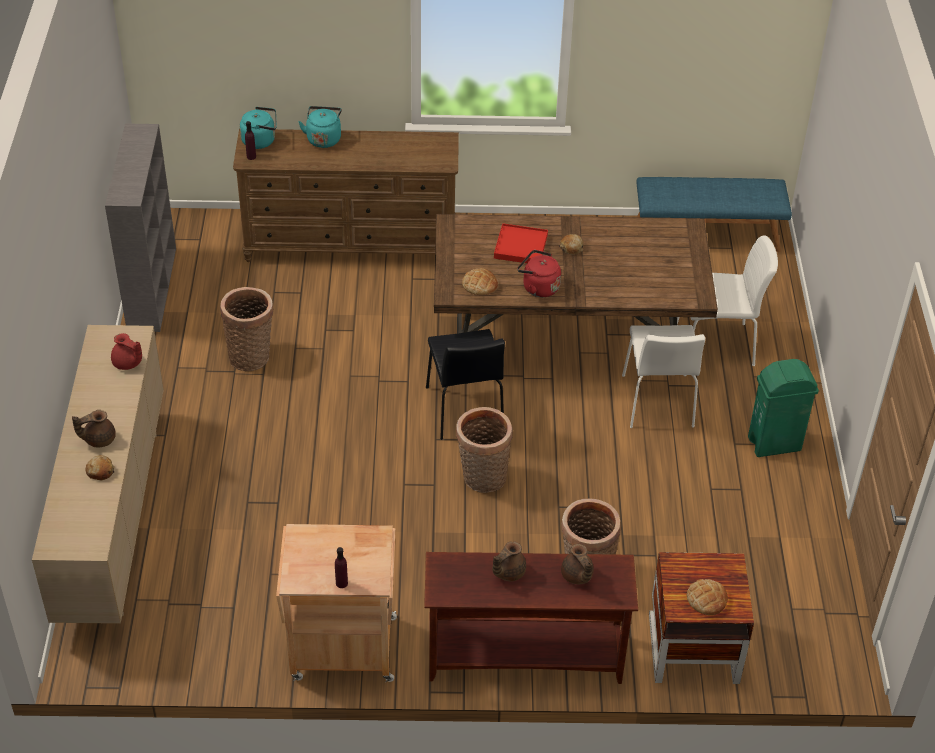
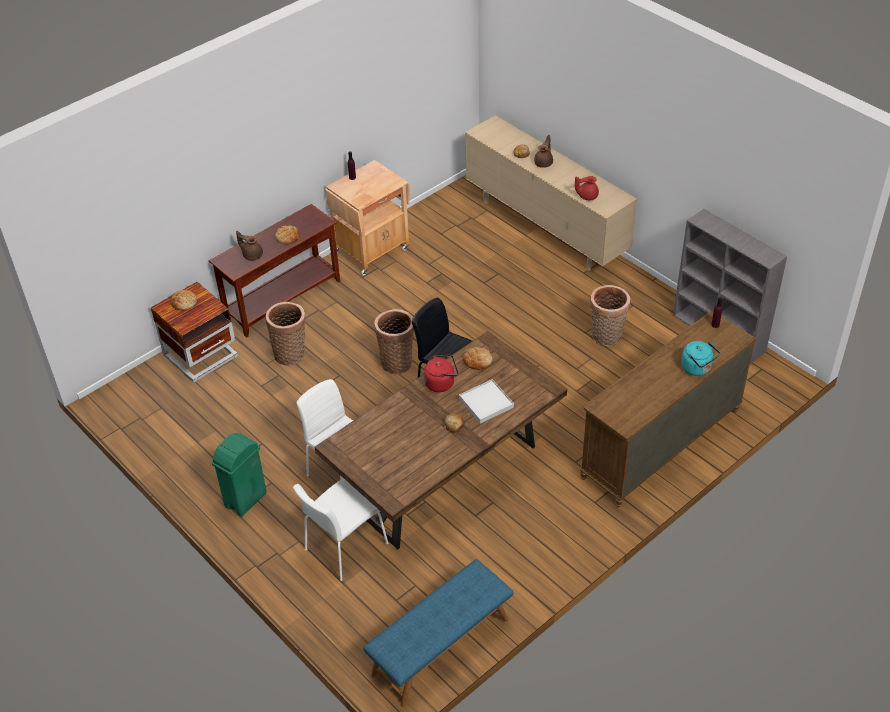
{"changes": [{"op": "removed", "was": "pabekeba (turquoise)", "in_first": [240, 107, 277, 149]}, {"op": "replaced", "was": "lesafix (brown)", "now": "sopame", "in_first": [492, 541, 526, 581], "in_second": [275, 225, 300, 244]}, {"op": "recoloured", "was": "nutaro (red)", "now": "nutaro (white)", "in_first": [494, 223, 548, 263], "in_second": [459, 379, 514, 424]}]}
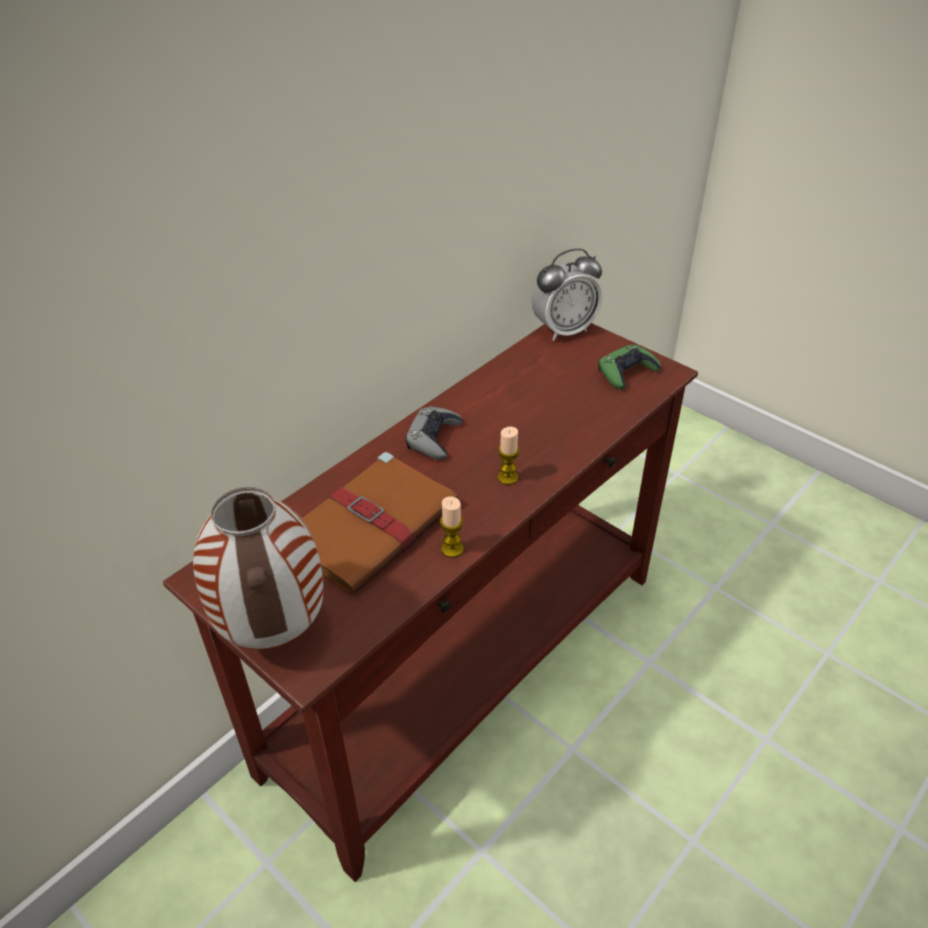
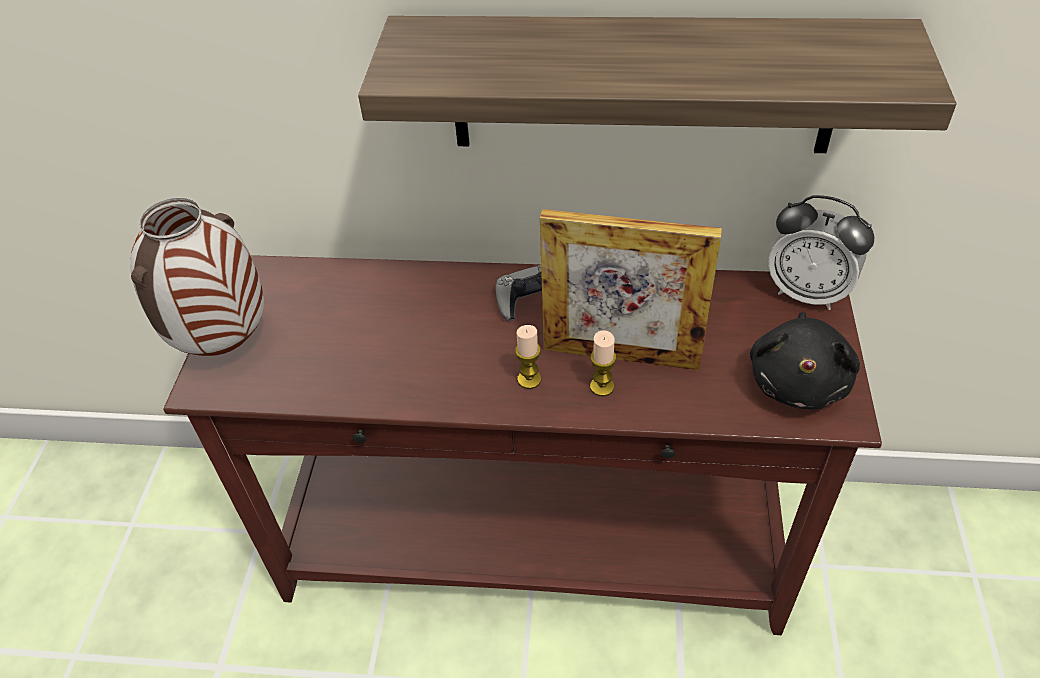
{"changes": [{"op": "removed", "was": "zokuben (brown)", "in_first": [302, 452, 459, 595]}, {"op": "added", "now": "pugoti", "in_second": [358, 16, 956, 153]}, {"op": "added", "now": "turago", "in_second": [540, 209, 722, 370]}, {"op": "moved", "was": "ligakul", "in_first": [440, 496, 464, 558], "in_second": [590, 330, 616, 396]}, {"op": "replaced", "was": "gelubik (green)", "now": "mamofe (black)", "in_first": [598, 345, 661, 390], "in_second": [750, 312, 860, 409]}]}
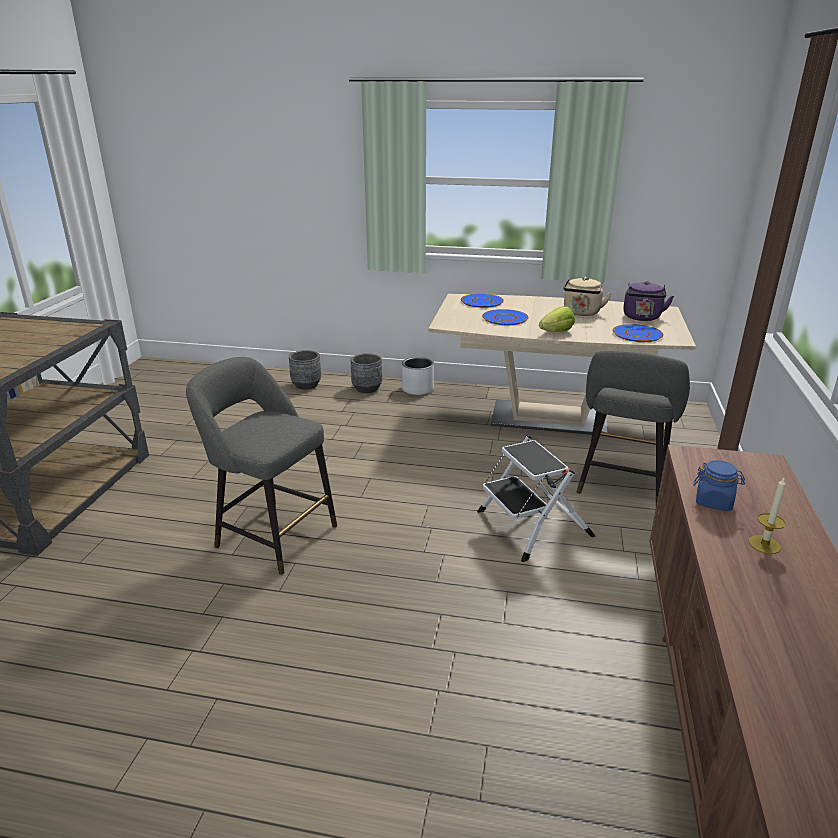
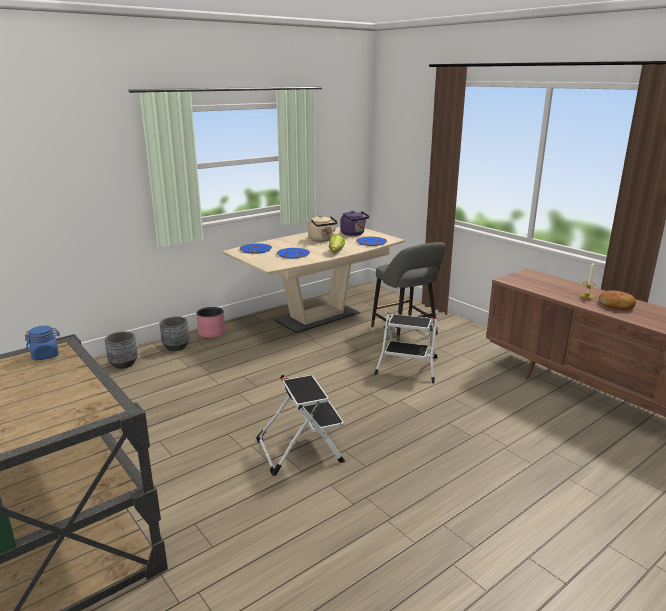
{"changes": [{"op": "added", "now": "sopame", "in_second": [599, 290, 636, 310]}, {"op": "moved", "was": "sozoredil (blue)", "in_first": [693, 460, 745, 511], "in_second": [25, 326, 60, 360]}, {"op": "replaced", "was": "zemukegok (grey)", "now": "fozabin", "in_first": [186, 357, 337, 575], "in_second": [256, 375, 345, 476]}, {"op": "recoloured", "was": "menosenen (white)", "now": "menosenen (pink)", "in_first": [402, 357, 434, 395], "in_second": [197, 307, 225, 338]}]}
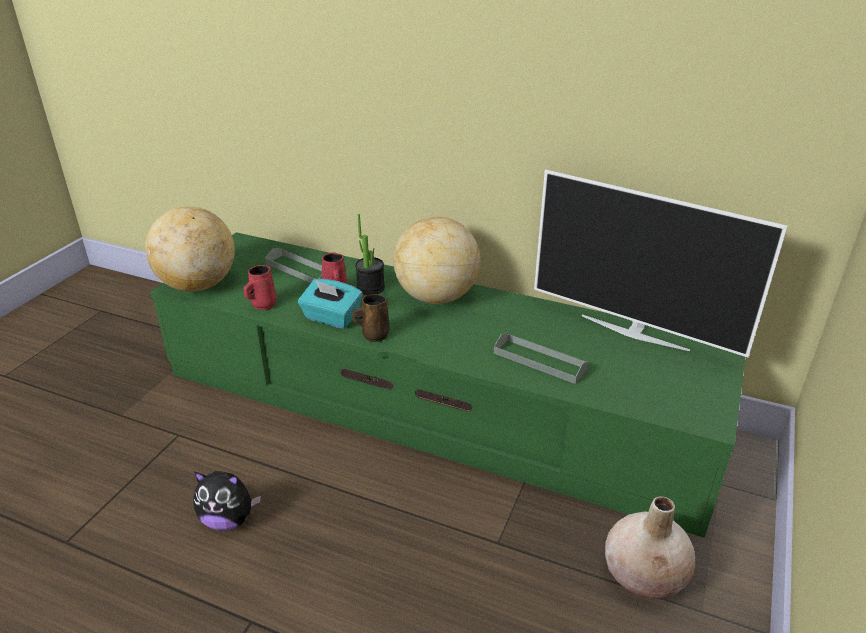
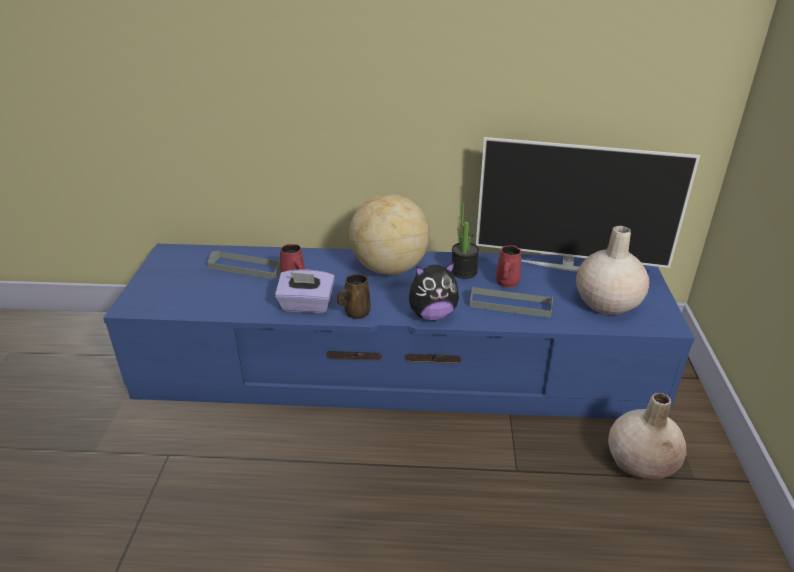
{"changes": [{"op": "removed", "was": "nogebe", "in_first": [145, 206, 235, 292]}, {"op": "added", "now": "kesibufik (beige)", "in_second": [576, 226, 649, 315]}, {"op": "moved", "was": "mamofe", "in_first": [193, 471, 261, 531], "in_second": [409, 262, 459, 320]}, {"op": "moved", "was": "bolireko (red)", "in_first": [244, 265, 277, 310], "in_second": [496, 245, 522, 288]}, {"op": "moved", "was": "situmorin", "in_first": [355, 214, 385, 295], "in_second": [452, 203, 479, 279]}, {"op": "recoloured", "was": "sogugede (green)", "now": "sogugede (blue)", "in_first": [150, 232, 745, 538], "in_second": [103, 244, 695, 419]}, {"op": "recoloured", "was": "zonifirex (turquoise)", "now": "zonifirex (purple)", "in_first": [298, 279, 363, 329], "in_second": [275, 270, 335, 313]}]}
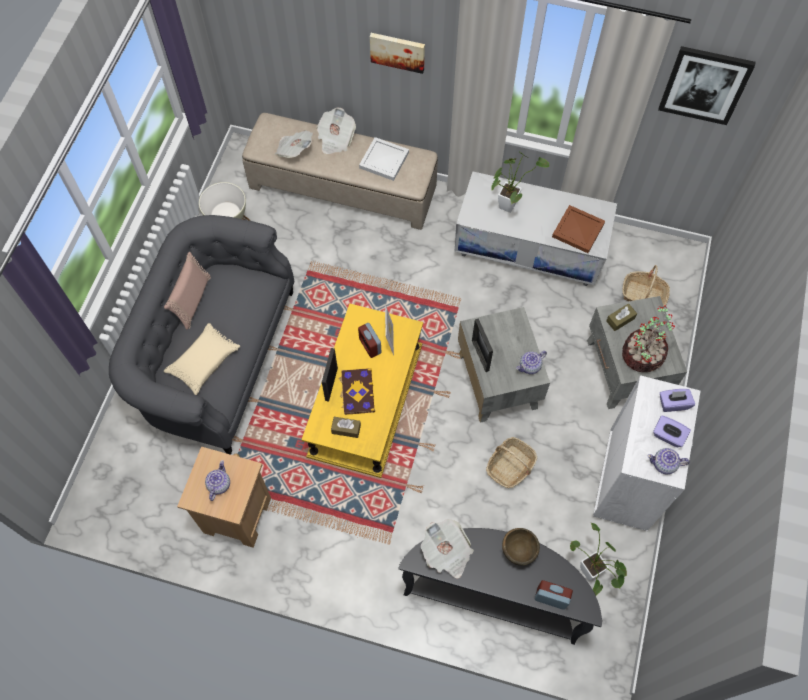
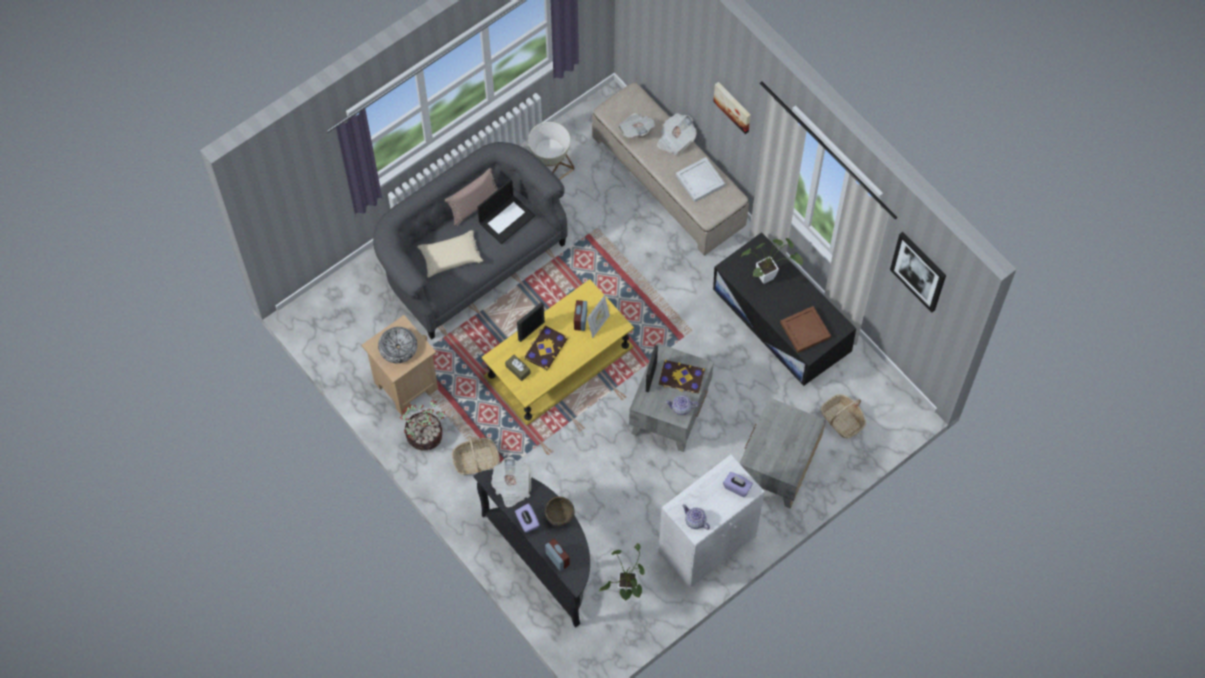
{"changes": [{"op": "removed", "was": "zonifirex (brown)", "in_first": [606, 303, 637, 331]}, {"op": "added", "now": "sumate", "in_second": [477, 179, 535, 244]}, {"op": "added", "now": "zokuben", "in_second": [659, 359, 705, 394]}, {"op": "moved", "was": "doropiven", "in_first": [486, 437, 537, 488], "in_second": [452, 436, 500, 475]}, {"op": "moved", "was": "situmorin", "in_first": [622, 305, 675, 372], "in_second": [400, 400, 445, 451]}, {"op": "moved", "was": "zonifirex (purple)", "in_first": [653, 415, 691, 448], "in_second": [515, 503, 540, 533]}, {"op": "replaced", "was": "lesafix", "now": "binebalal", "in_first": [205, 460, 230, 501], "in_second": [378, 327, 417, 363]}, {"op": "recoloured", "was": "sogugede (white)", "now": "sogugede (black)", "in_first": [455, 171, 617, 286], "in_second": [713, 232, 856, 386]}]}
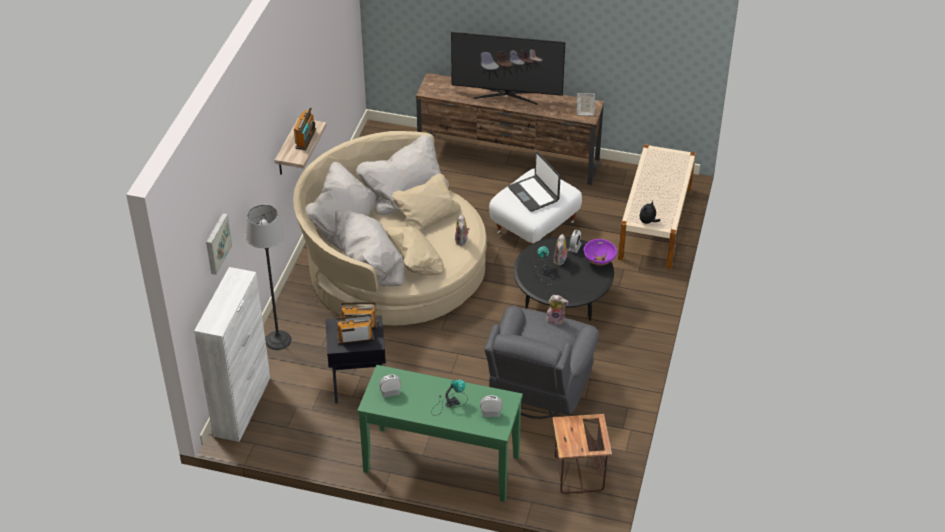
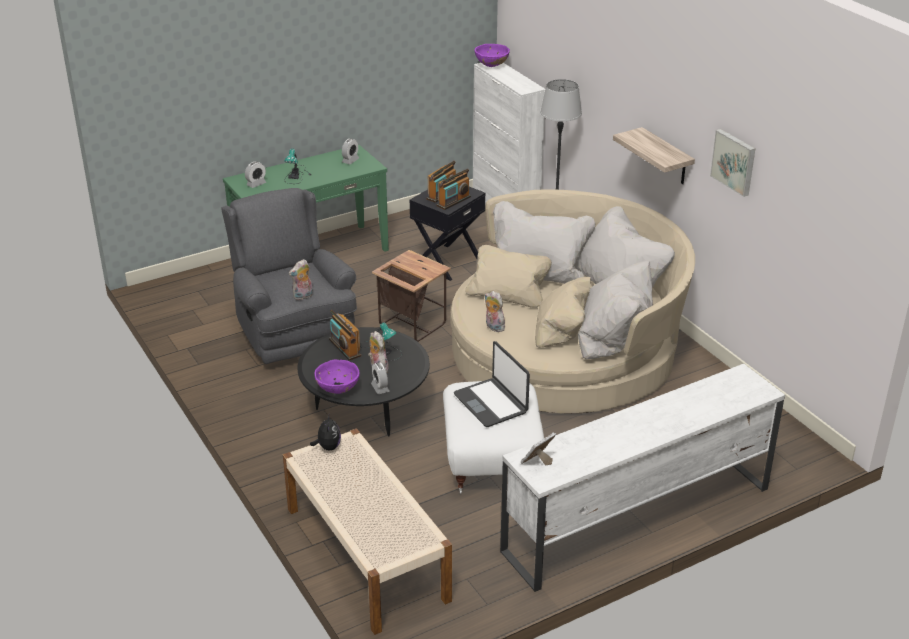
{"changes": [{"op": "removed", "was": "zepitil", "in_first": [451, 32, 565, 105]}, {"op": "added", "now": "binebalal (purple)", "in_second": [474, 44, 510, 67]}, {"op": "moved", "was": "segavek", "in_first": [206, 213, 232, 275], "in_second": [710, 129, 756, 197]}, {"op": "moved", "was": "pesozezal", "in_first": [294, 107, 316, 150], "in_second": [329, 310, 361, 361]}, {"op": "moved", "was": "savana", "in_first": [553, 414, 612, 494], "in_second": [372, 250, 451, 342]}, {"op": "recoloured", "was": "sogugede (brown)", "now": "sogugede (white)", "in_first": [416, 73, 604, 185], "in_second": [500, 364, 785, 592]}, {"op": "turned", "was": "sumate", "in_first": [508, 151, 560, 212], "in_second": [454, 341, 530, 427], "clockwise": -135}]}
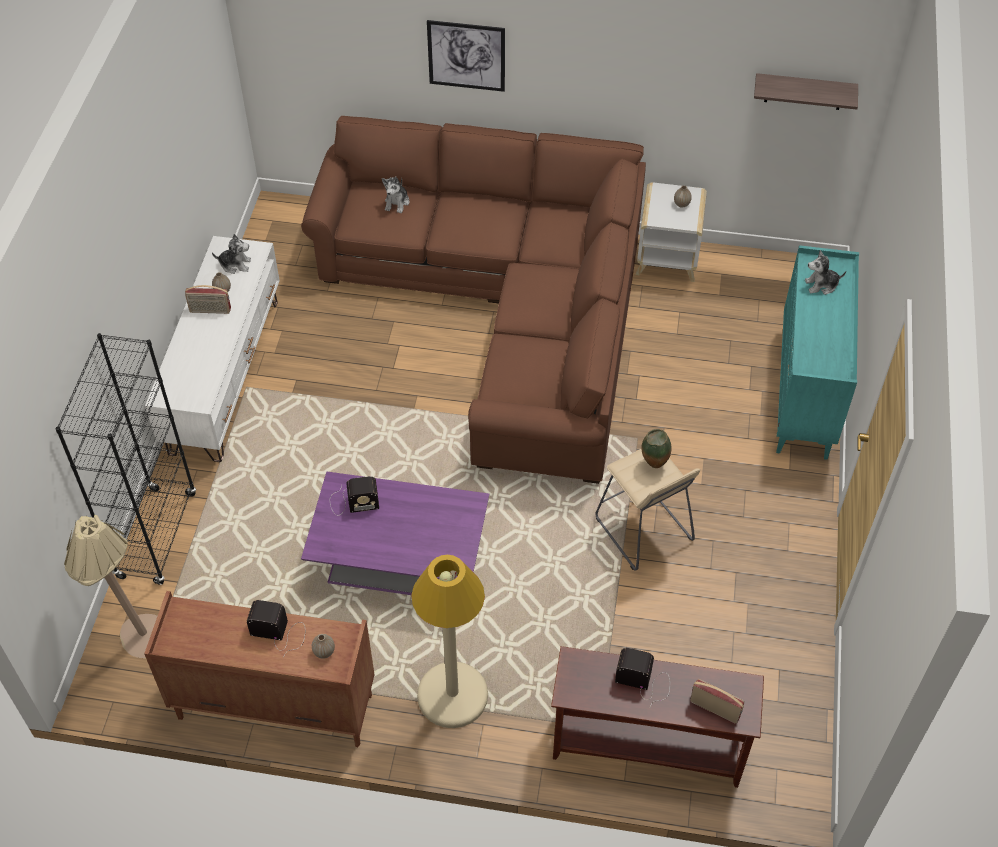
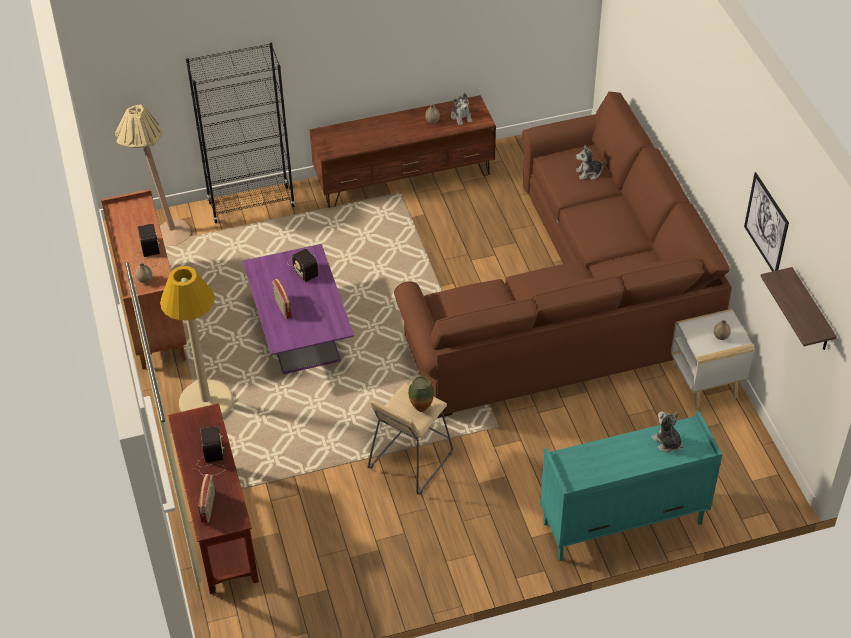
{"changes": [{"op": "moved", "was": "pesozezal", "in_first": [185, 285, 231, 314], "in_second": [272, 279, 292, 319]}, {"op": "moved", "was": "segavek", "in_first": [427, 20, 505, 92], "in_second": [744, 172, 789, 271]}, {"op": "recoloured", "was": "sogugede (white)", "now": "sogugede (brown)", "in_first": [145, 236, 280, 462], "in_second": [309, 95, 496, 208]}]}
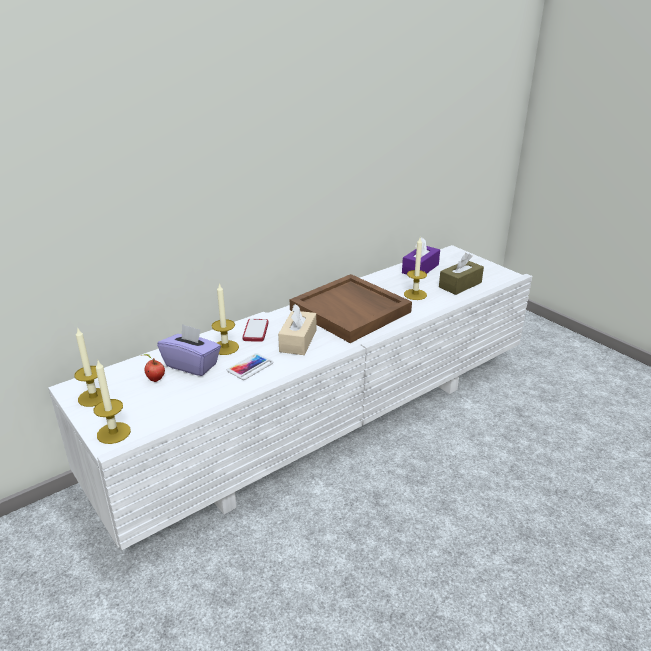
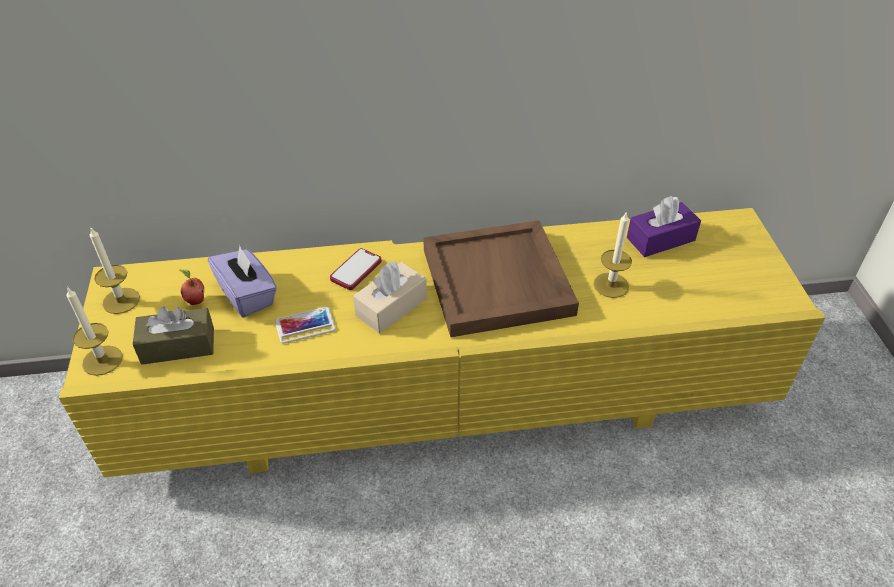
{"changes": [{"op": "removed", "was": "ligakul", "in_first": [212, 283, 239, 355]}, {"op": "moved", "was": "zonifirex (brown)", "in_first": [439, 253, 484, 295], "in_second": [133, 306, 214, 365]}, {"op": "recoloured", "was": "sogugede (white)", "now": "sogugede (yellow)", "in_first": [48, 245, 532, 550], "in_second": [59, 208, 825, 478]}]}
